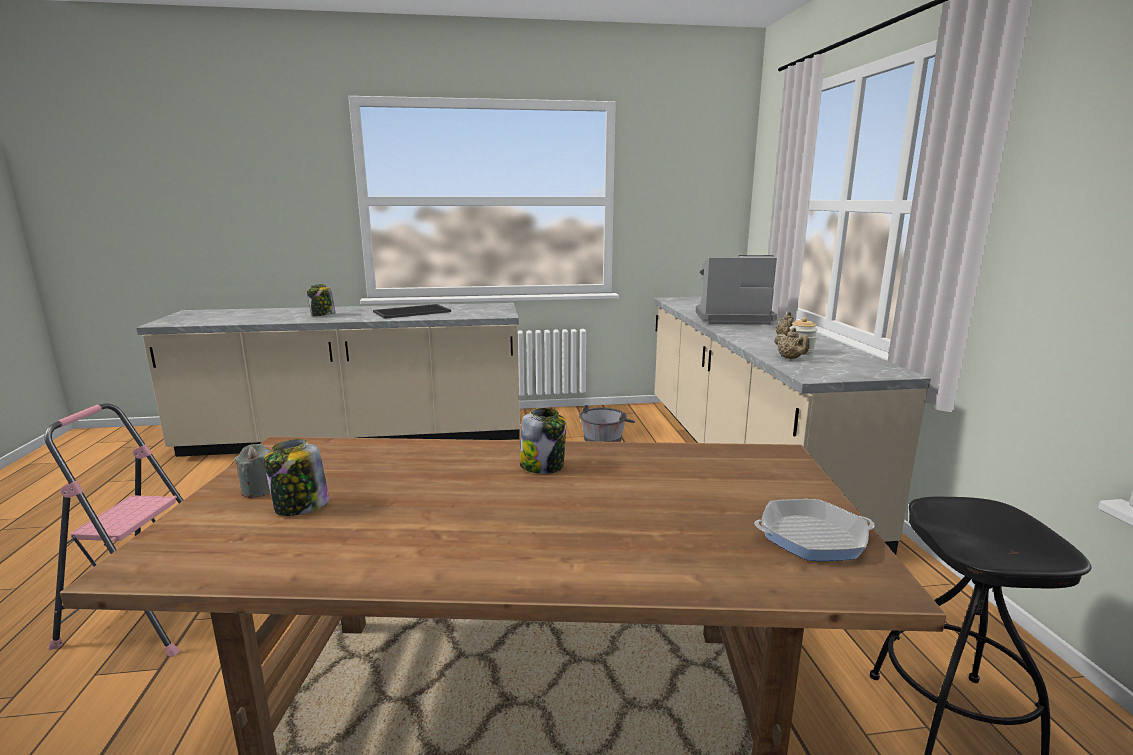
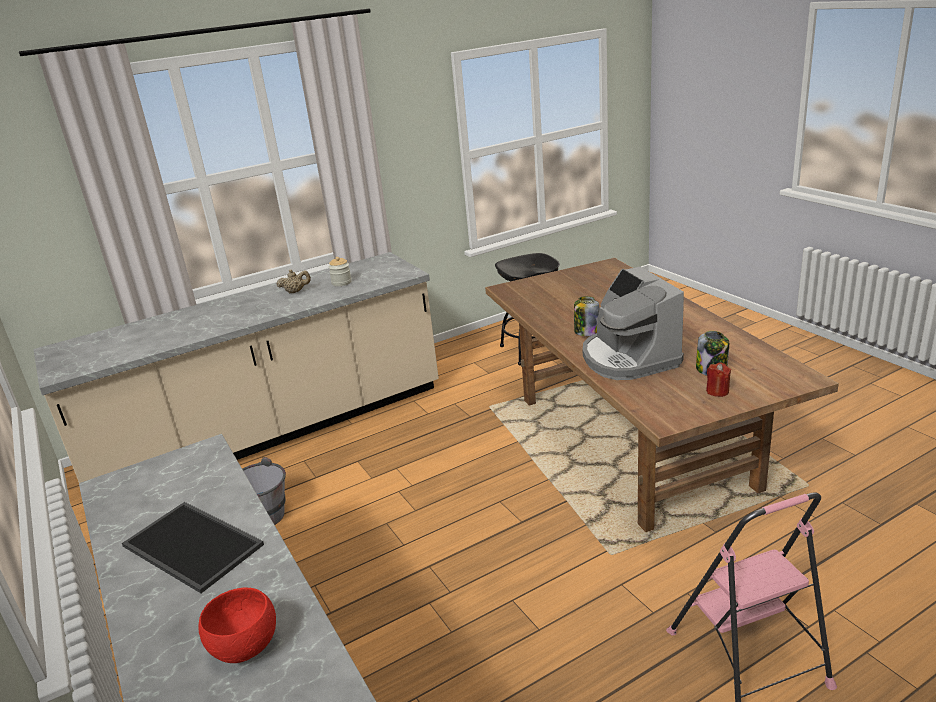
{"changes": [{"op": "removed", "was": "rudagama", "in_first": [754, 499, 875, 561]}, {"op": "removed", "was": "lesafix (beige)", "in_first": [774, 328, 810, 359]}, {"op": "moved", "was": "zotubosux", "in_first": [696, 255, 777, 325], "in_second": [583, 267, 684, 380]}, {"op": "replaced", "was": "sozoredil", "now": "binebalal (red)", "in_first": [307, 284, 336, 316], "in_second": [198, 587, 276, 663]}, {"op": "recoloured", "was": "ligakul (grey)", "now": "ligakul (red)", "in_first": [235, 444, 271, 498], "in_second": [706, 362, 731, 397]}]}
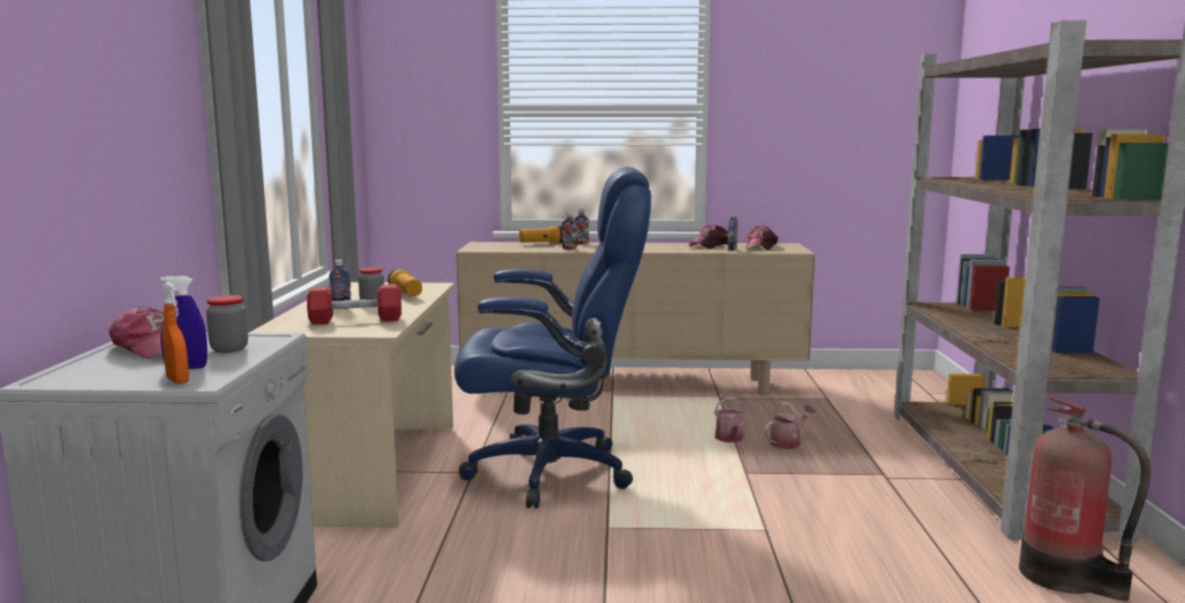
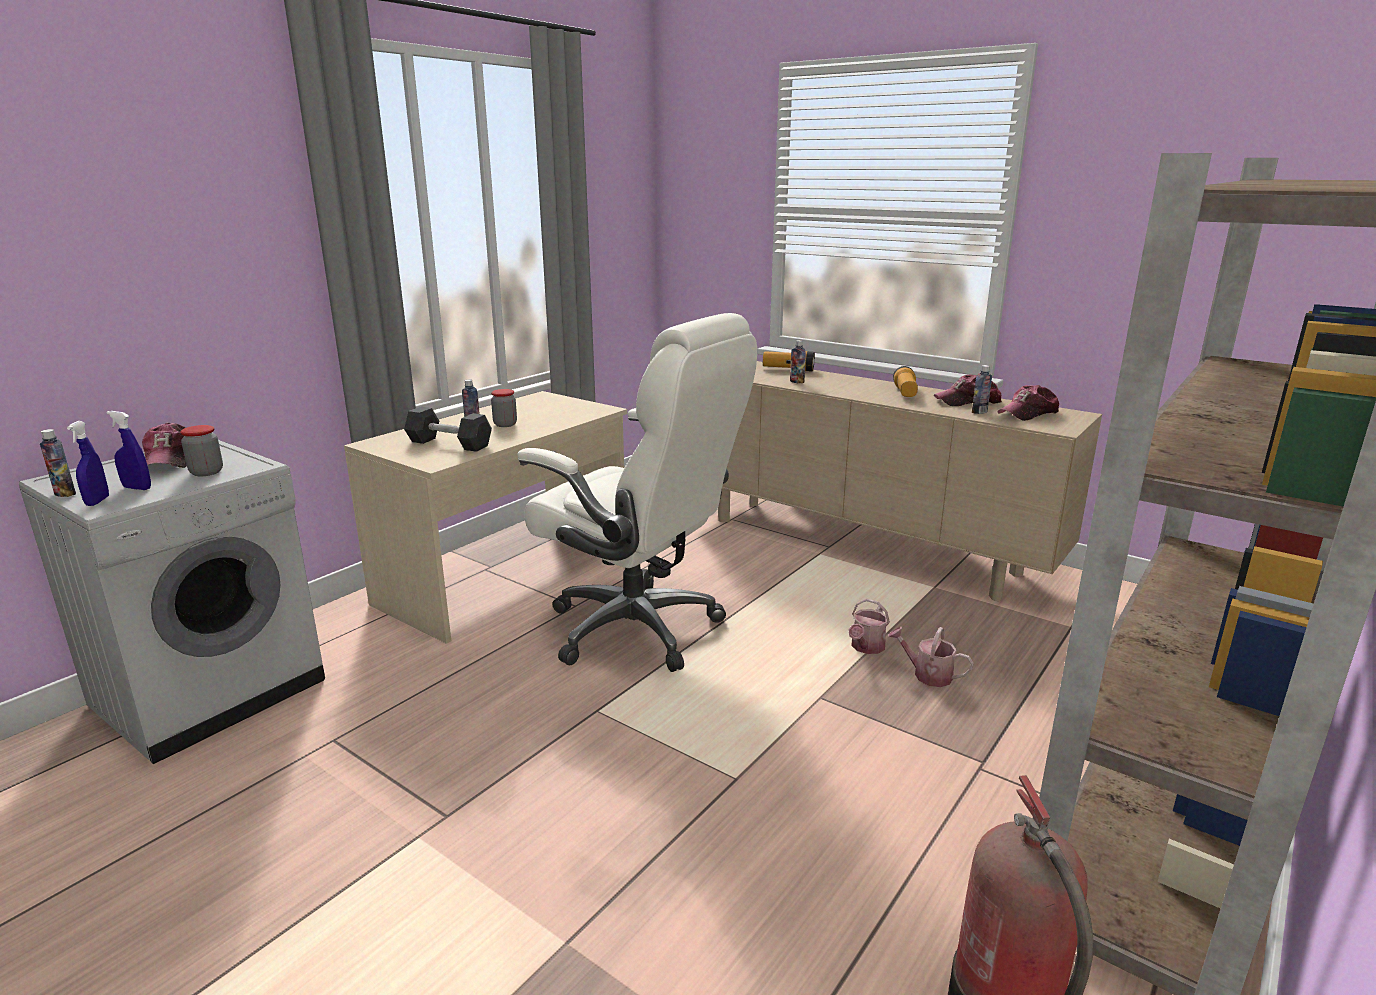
{"changes": [{"op": "moved", "was": "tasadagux", "in_first": [388, 268, 422, 296], "in_second": [893, 366, 918, 397]}, {"op": "moved", "was": "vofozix", "in_first": [574, 209, 589, 244], "in_second": [40, 429, 76, 497]}, {"op": "recoloured", "was": "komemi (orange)", "now": "komemi (blue)", "in_first": [162, 283, 189, 384], "in_second": [67, 421, 109, 506]}, {"op": "recoloured", "was": "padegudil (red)", "now": "padegudil (grey)", "in_first": [307, 284, 402, 325], "in_second": [404, 407, 492, 452]}, {"op": "recoloured", "was": "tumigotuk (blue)", "now": "tumigotuk (white)", "in_first": [454, 167, 651, 508], "in_second": [517, 313, 757, 672]}, {"op": "turned", "was": "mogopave", "in_first": [765, 402, 816, 449], "in_second": [888, 626, 974, 687], "clockwise": -150}]}
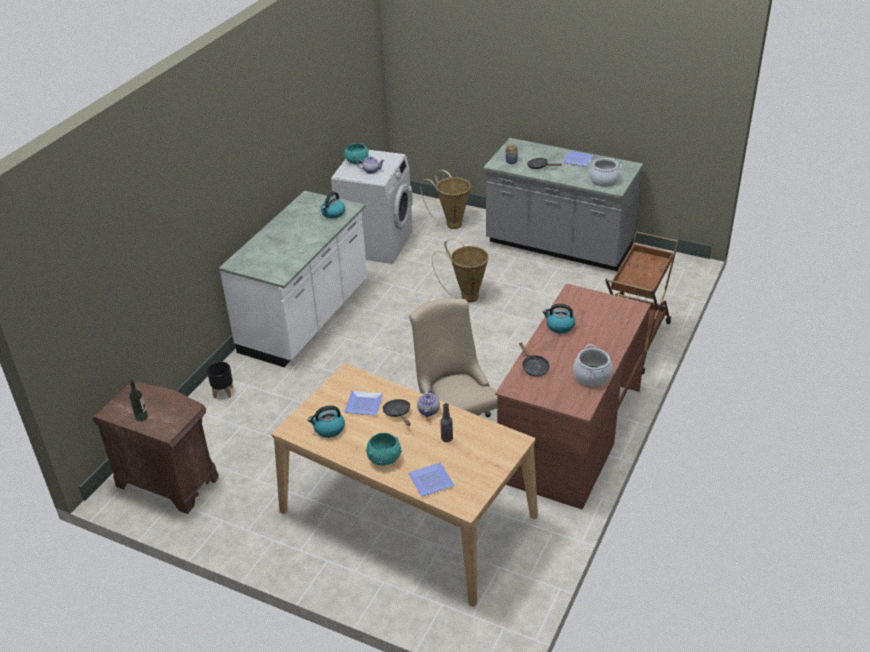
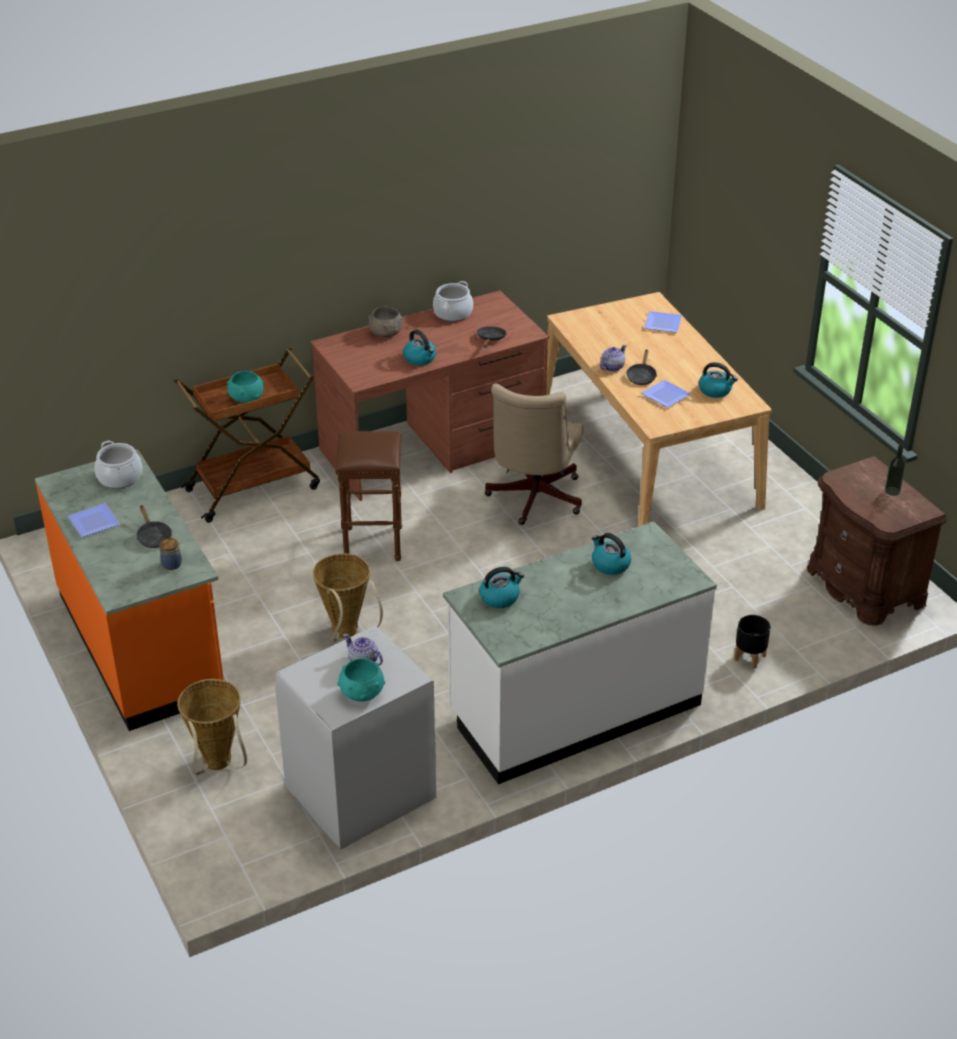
{"changes": [{"op": "removed", "was": "vofozix", "in_first": [441, 403, 453, 442]}, {"op": "added", "now": "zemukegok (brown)", "in_second": [335, 431, 402, 561]}, {"op": "added", "now": "binebalal (grey)", "in_second": [368, 307, 403, 337]}, {"op": "added", "now": "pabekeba", "in_second": [592, 533, 631, 575]}, {"op": "moved", "was": "binebalal (turquoise)", "in_first": [366, 433, 402, 466], "in_second": [227, 371, 263, 403]}, {"op": "recoloured", "was": "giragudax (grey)", "now": "giragudax (orange)", "in_first": [483, 138, 643, 271], "in_second": [35, 449, 224, 731]}]}
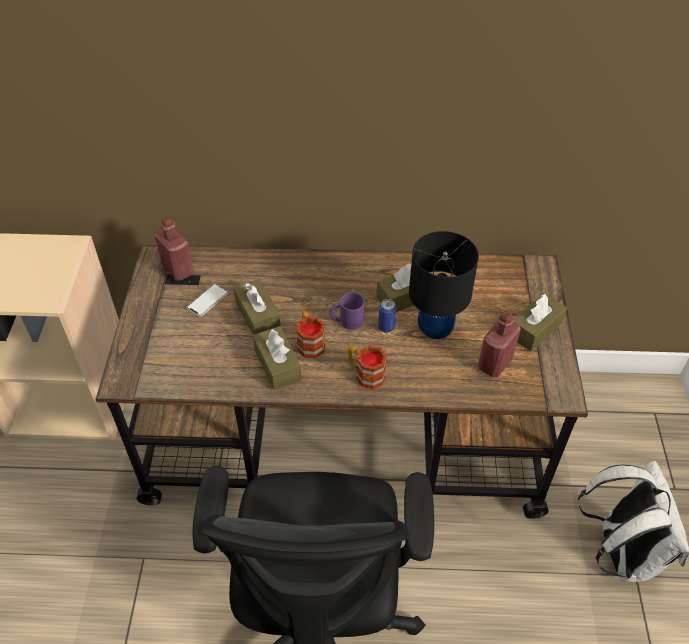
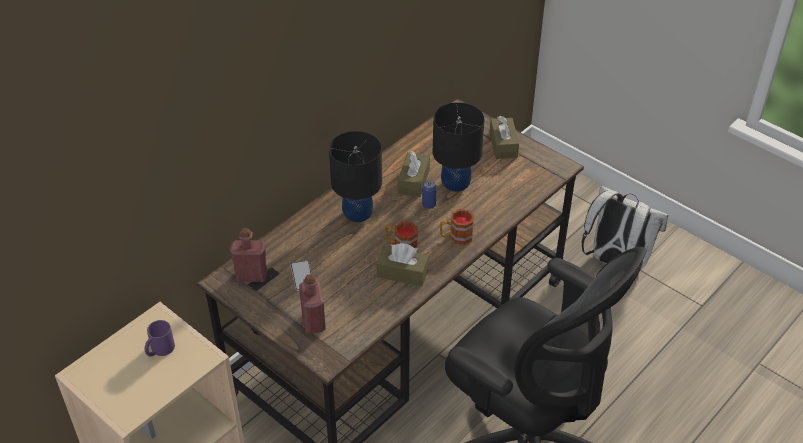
{"changes": [{"op": "removed", "was": "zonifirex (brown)", "in_first": [234, 279, 281, 335]}, {"op": "added", "now": "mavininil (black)", "in_second": [329, 131, 382, 222]}, {"op": "moved", "was": "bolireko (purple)", "in_first": [329, 293, 365, 330], "in_second": [145, 320, 175, 357]}, {"op": "moved", "was": "vofozix (red)", "in_first": [478, 311, 521, 377], "in_second": [299, 274, 326, 334]}]}
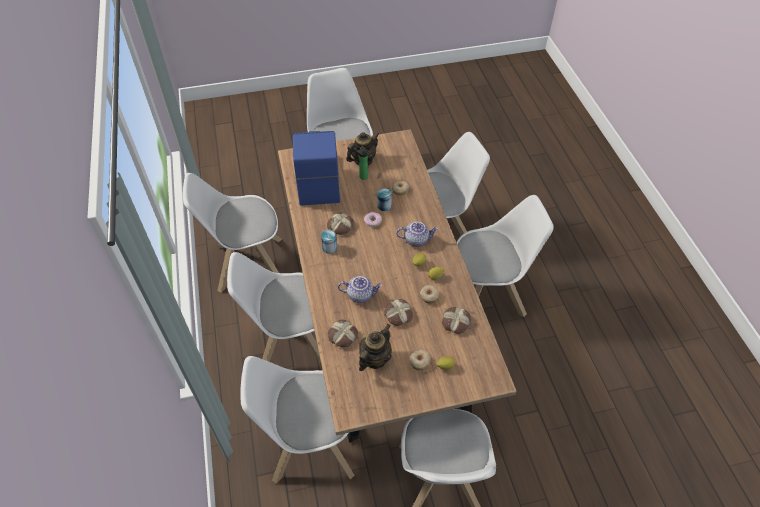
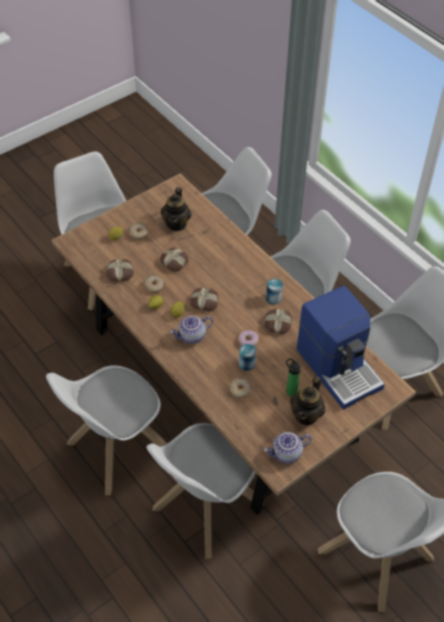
{"changes": [{"op": "moved", "was": "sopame", "in_first": [328, 320, 358, 348], "in_second": [190, 288, 219, 312]}, {"op": "moved", "was": "lesafix", "in_first": [338, 276, 382, 303], "in_second": [264, 432, 312, 464]}]}
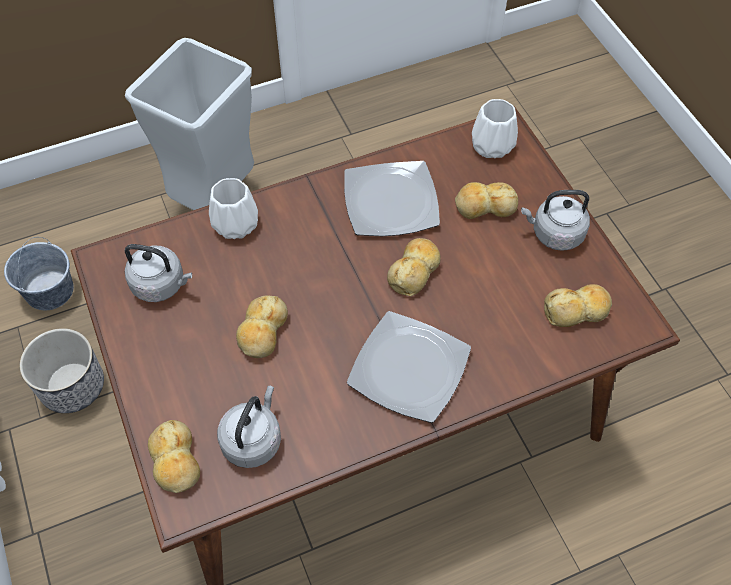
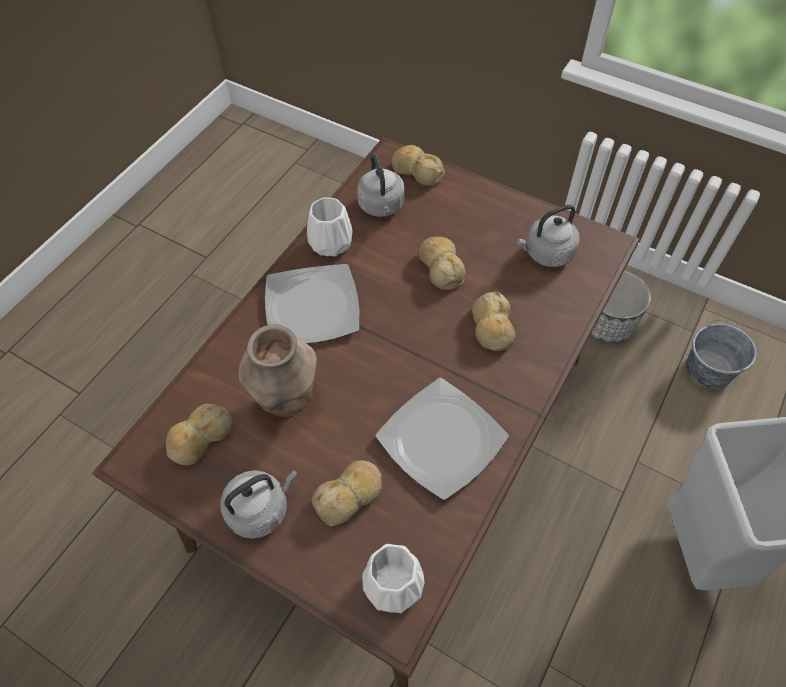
{"changes": [{"op": "added", "now": "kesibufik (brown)", "in_second": [239, 324, 317, 417]}, {"op": "moved", "was": "kesibufik (white)", "in_first": [209, 178, 258, 239], "in_second": [307, 197, 353, 256]}, {"op": "moved", "was": "sopame", "in_first": [387, 238, 441, 296], "in_second": [472, 291, 515, 351]}]}
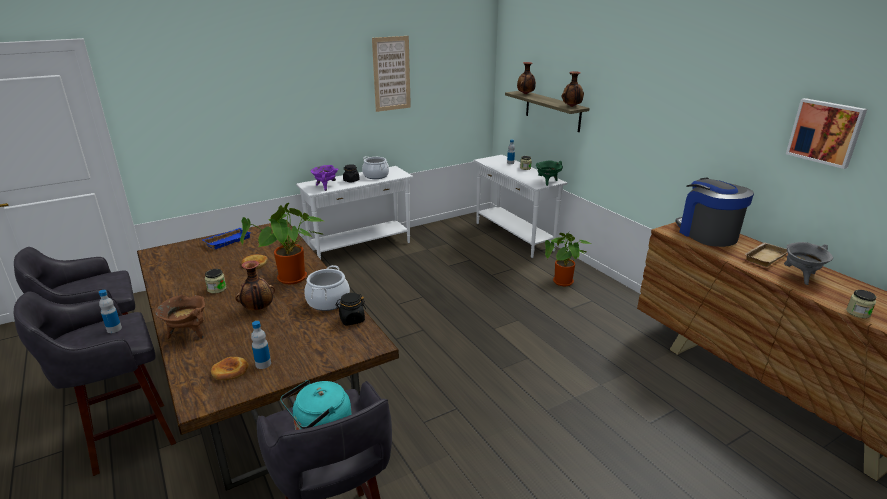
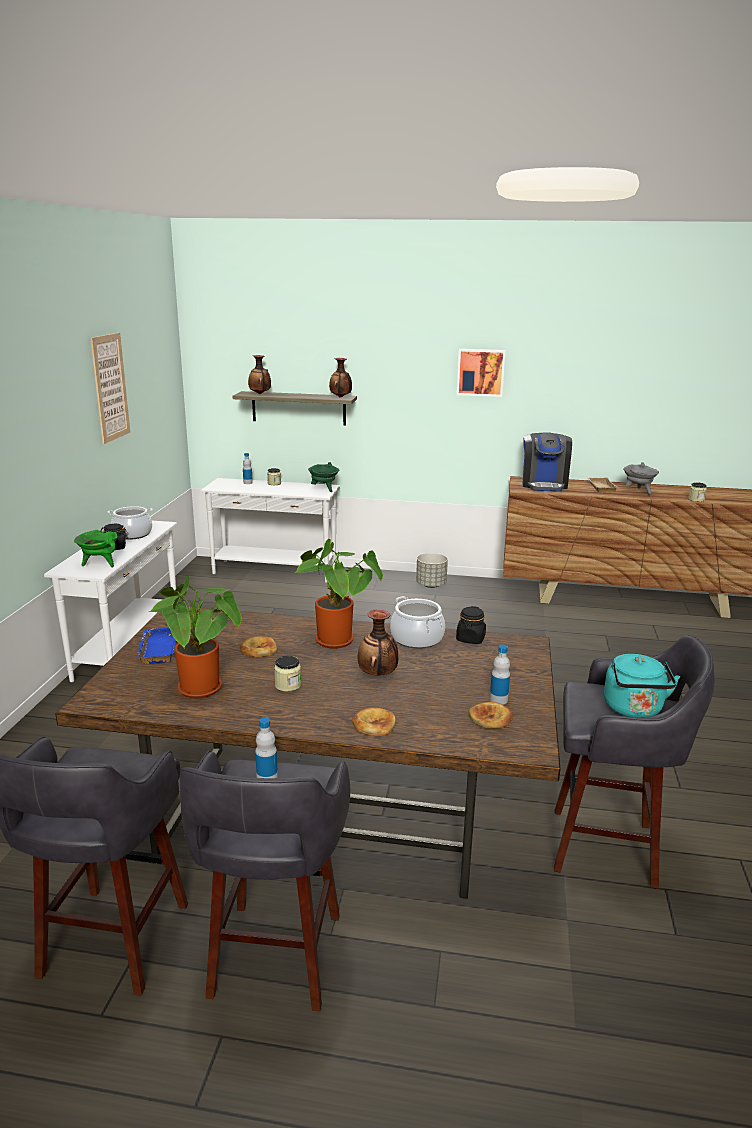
{"changes": [{"op": "added", "now": "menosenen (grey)", "in_second": [416, 553, 448, 588]}, {"op": "moved", "was": "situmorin", "in_first": [545, 230, 592, 286], "in_second": [149, 575, 242, 698]}, {"op": "moved", "was": "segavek", "in_first": [786, 98, 867, 169], "in_second": [457, 349, 505, 397]}, {"op": "replaced", "was": "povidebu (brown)", "now": "sopame", "in_first": [155, 295, 205, 339], "in_second": [351, 707, 396, 736]}, {"op": "recoloured", "was": "povidebu (purple)", "now": "povidebu (green)", "in_first": [311, 165, 338, 191], "in_second": [74, 530, 118, 567]}, {"op": "turned", "was": "zotubosux", "in_first": [675, 178, 754, 247], "in_second": [522, 432, 572, 492], "clockwise": -105}]}
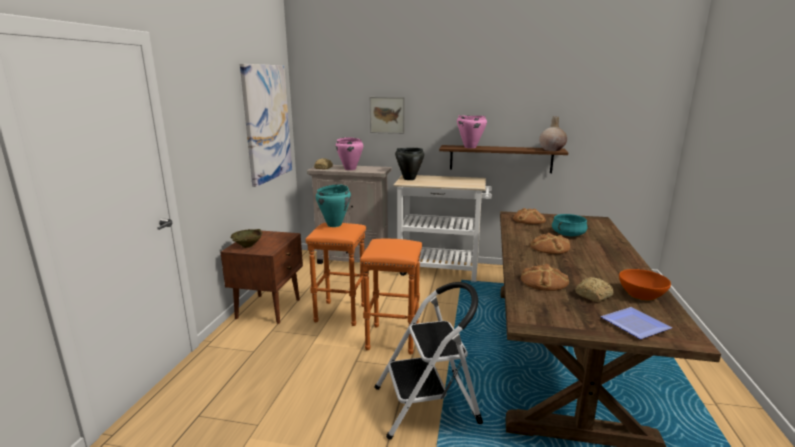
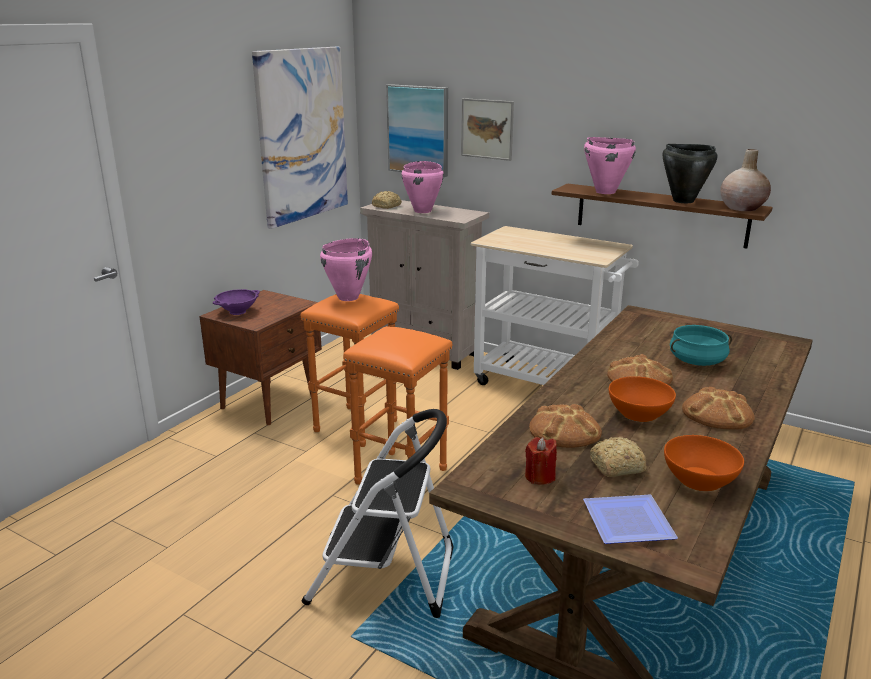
{"changes": [{"op": "added", "now": "segavek", "in_second": [386, 84, 448, 177]}, {"op": "added", "now": "ligakul (red)", "in_second": [525, 437, 557, 484]}, {"op": "added", "now": "binebalal (orange)", "in_second": [609, 376, 676, 422]}, {"op": "moved", "was": "povidebu (black)", "in_first": [395, 148, 424, 180], "in_second": [662, 144, 717, 203]}, {"op": "moved", "was": "sopame", "in_first": [513, 208, 546, 224], "in_second": [682, 386, 755, 430]}, {"op": "recoloured", "was": "binebalal (beige)", "now": "binebalal (purple)", "in_first": [230, 229, 263, 248], "in_second": [213, 289, 260, 315]}, {"op": "recoloured", "was": "povidebu (turquoise)", "now": "povidebu (pink)", "in_first": [316, 184, 351, 227], "in_second": [320, 238, 372, 301]}]}
